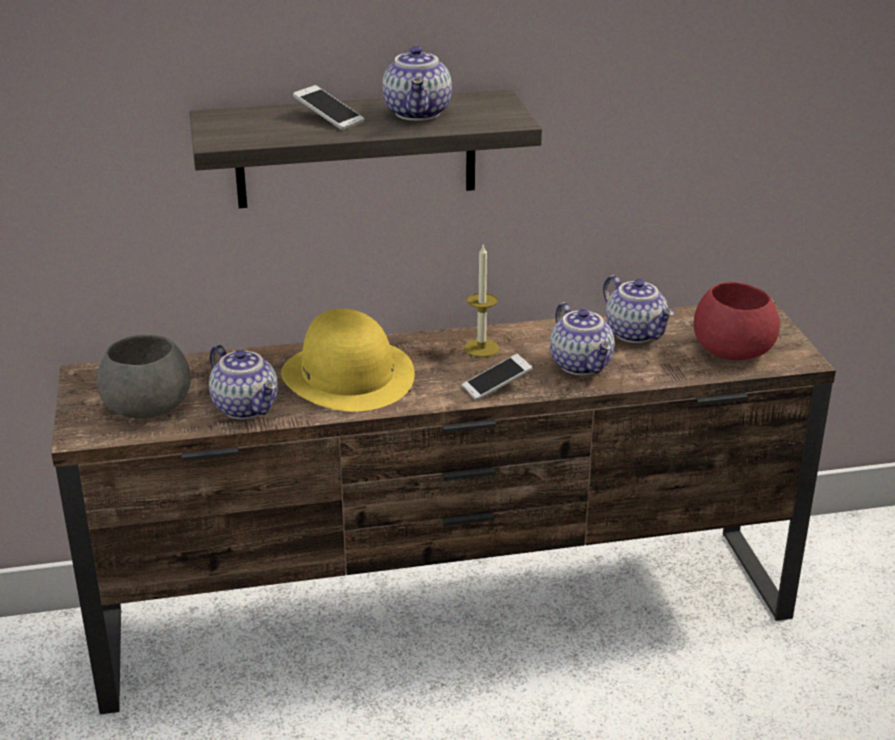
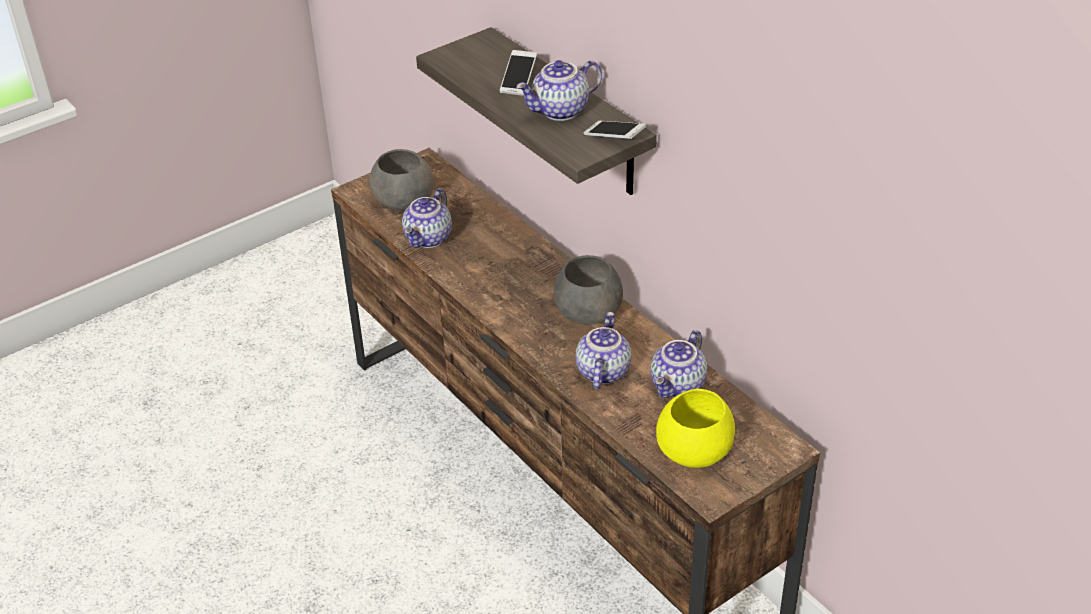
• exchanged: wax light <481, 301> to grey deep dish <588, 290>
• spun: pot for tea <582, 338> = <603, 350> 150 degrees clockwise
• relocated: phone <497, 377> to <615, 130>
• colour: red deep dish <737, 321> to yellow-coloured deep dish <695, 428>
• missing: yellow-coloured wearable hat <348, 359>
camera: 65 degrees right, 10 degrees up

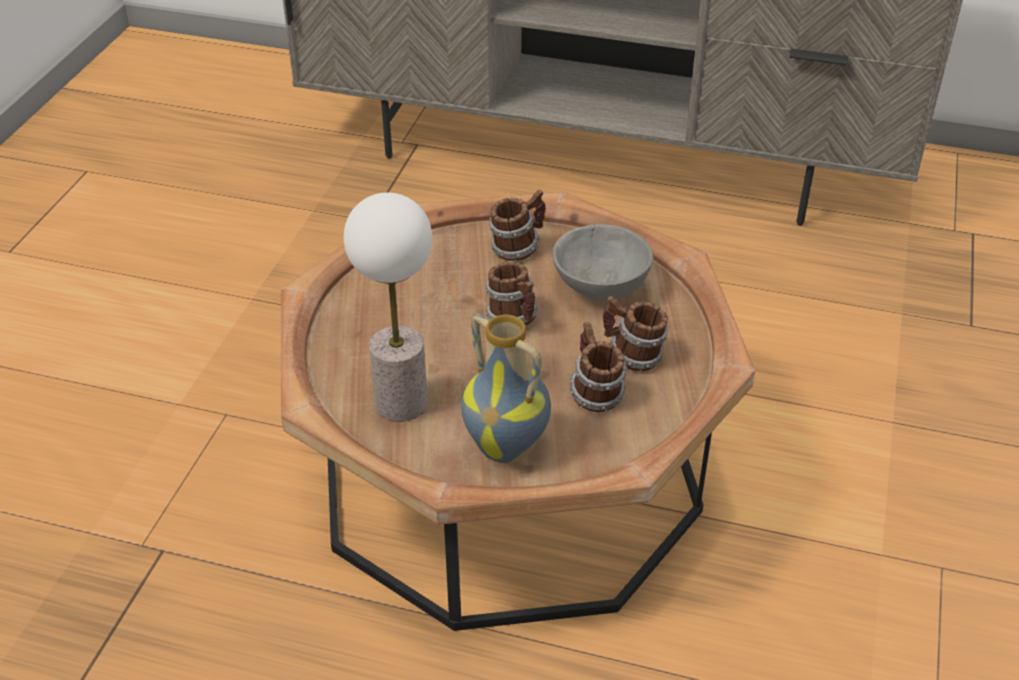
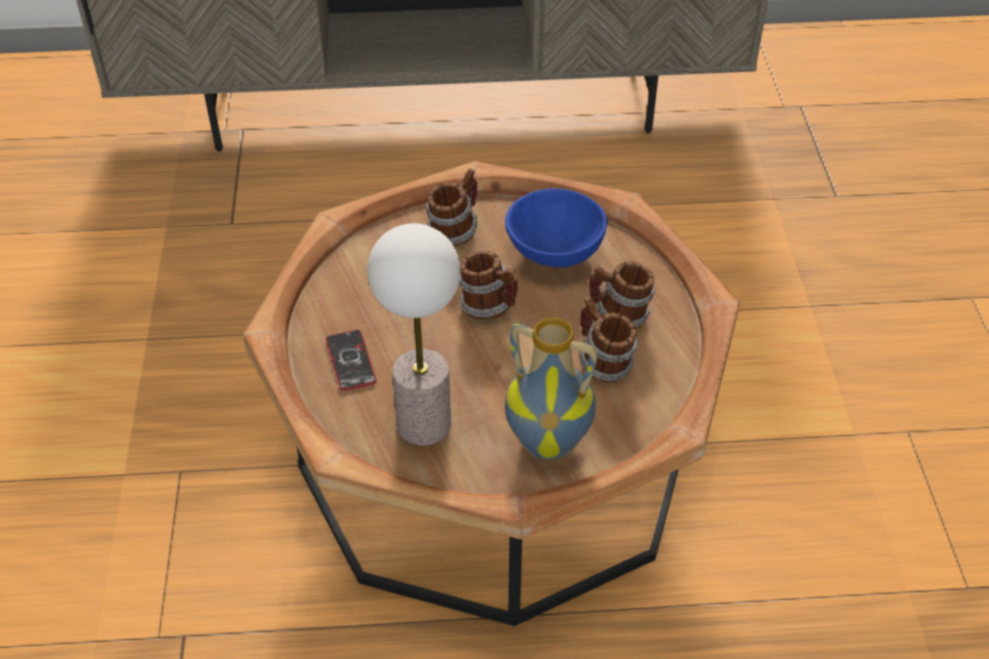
• appeared: phone <351, 360>
• colour: grey deep dish <603, 262> to blue deep dish <556, 228>
camera: 20 degrees left, 5 degrees up

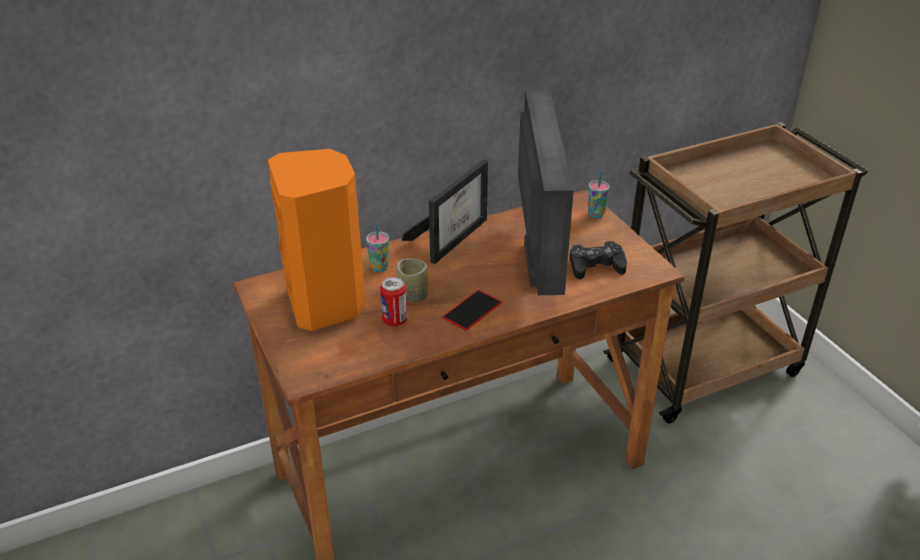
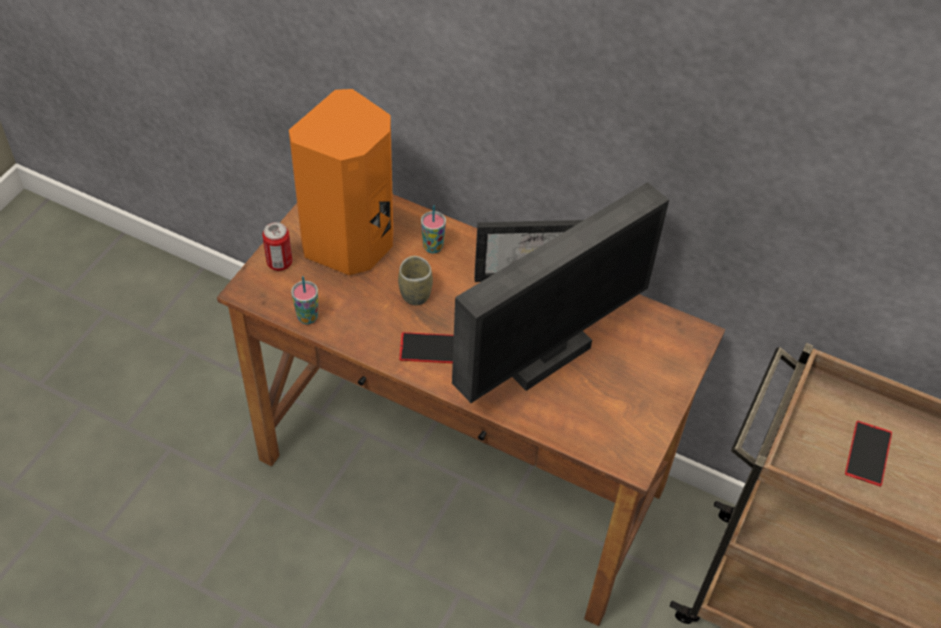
• relocated: metal can <393, 301> to <277, 246>
• relocated: drinking cup <599, 194> to <304, 300>
• appeared: phone <868, 454>
• missing: black-coloured gamepad <598, 260>
camera: 50 degrees right, 15 degrees up

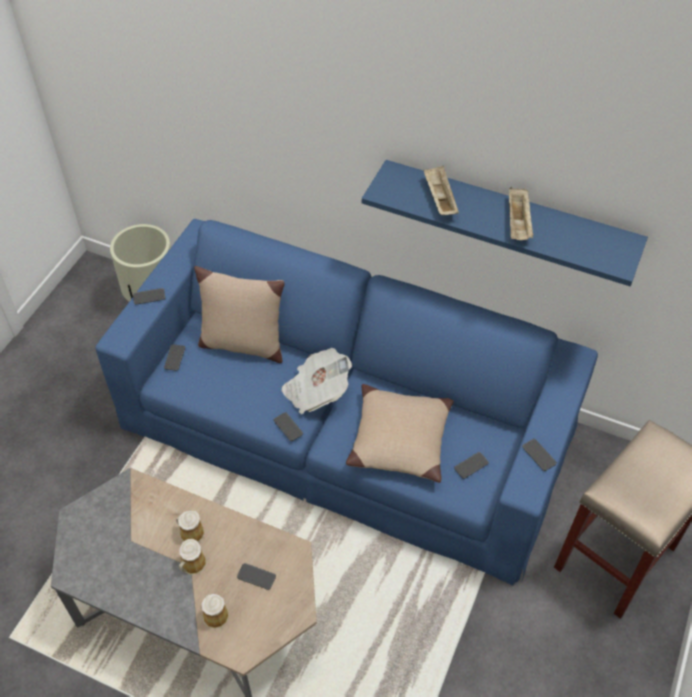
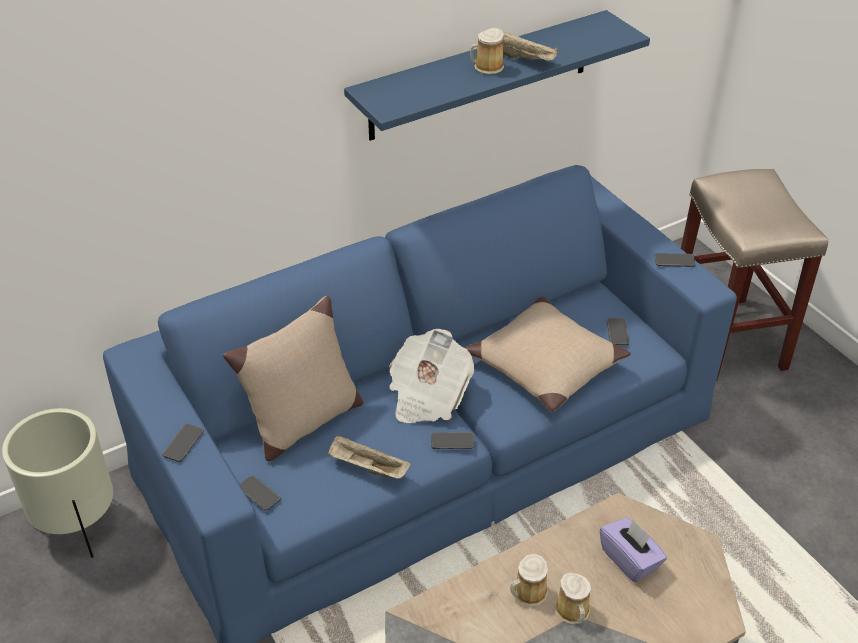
• relocated: beige serving tray <441, 190> to <369, 457>
• relocated: coffee mug <215, 611> to <487, 51>
• exchanged: phone <256, 576> to purple-coloured box of tissues <633, 550>
camera: 55 degrees left, 10 degrees down

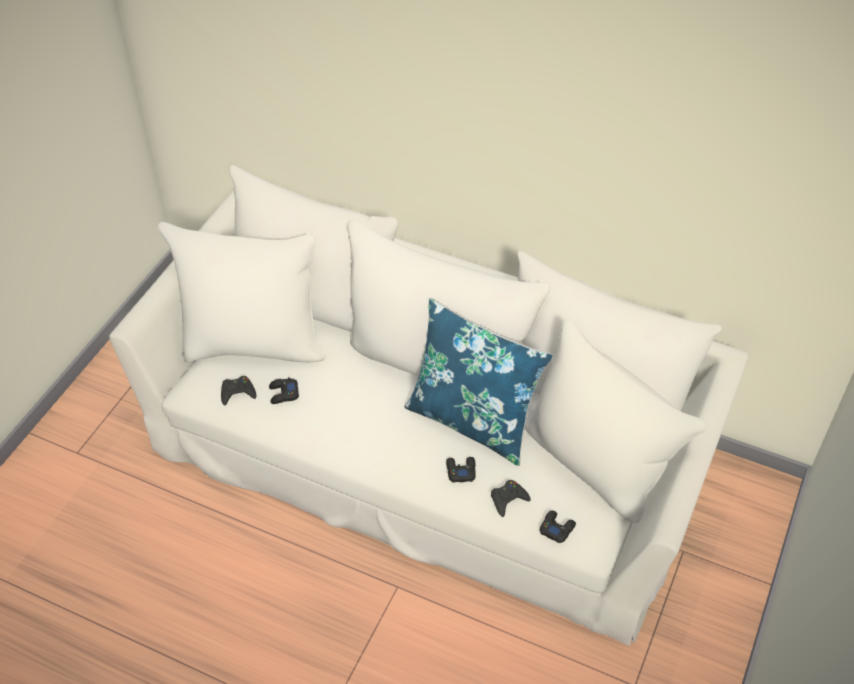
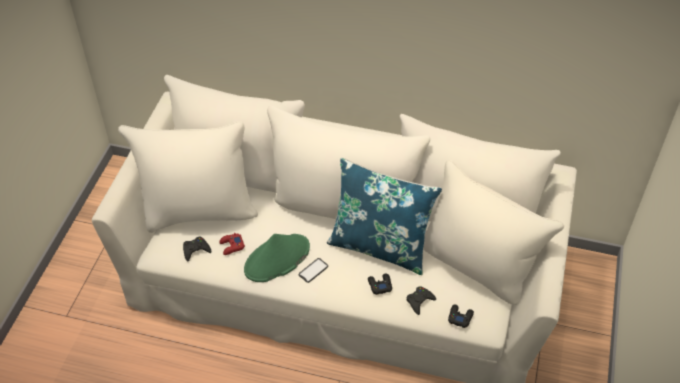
• colour: black-coloured gamepad <284, 390> to red gamepad <232, 244>
• appeared: green wearable hat <277, 258>
• appeared: phone <313, 270>
camera: 10 degrees left, 0 degrees up

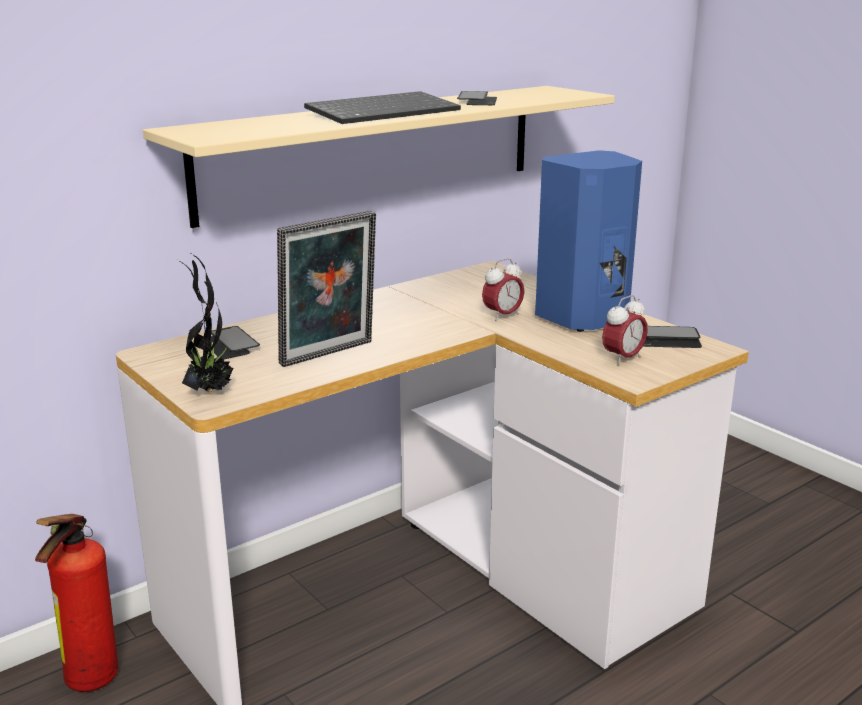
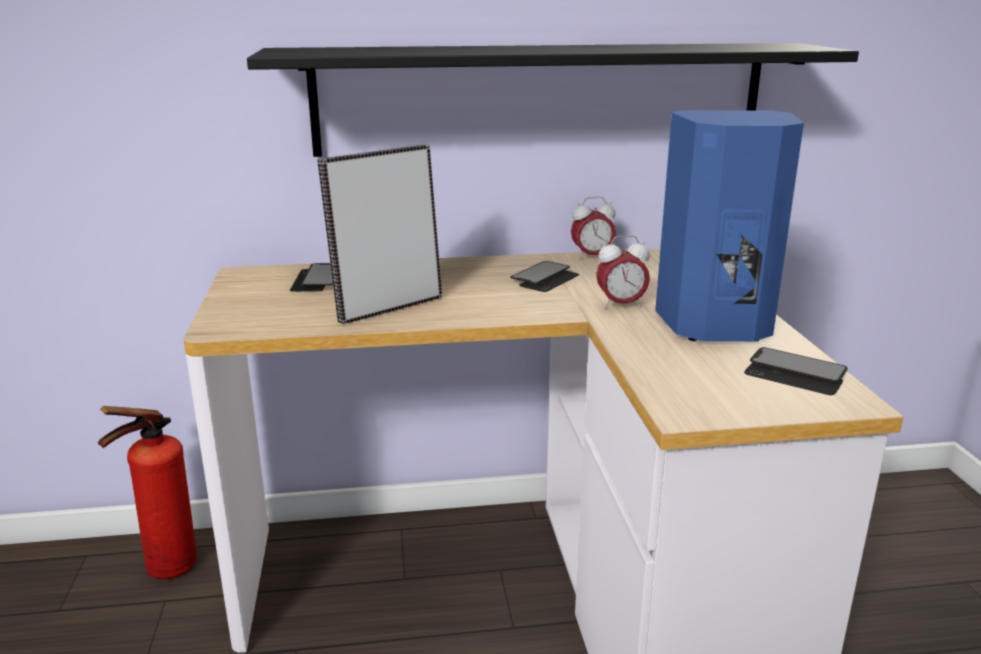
• colour: beige wall shelf <379, 157> to black-coloured wall shelf <553, 100>
• spun: standing frame <326, 289> = <379, 234> 150 degrees clockwise
• relocated: phone <477, 98> to <544, 276>
• relocated: alarm clock <625, 330> to <593, 228>
• missing: potted plant <205, 323>
• missing: PC keyboard <382, 107>
camera: 30 degrees right, 0 degrees up

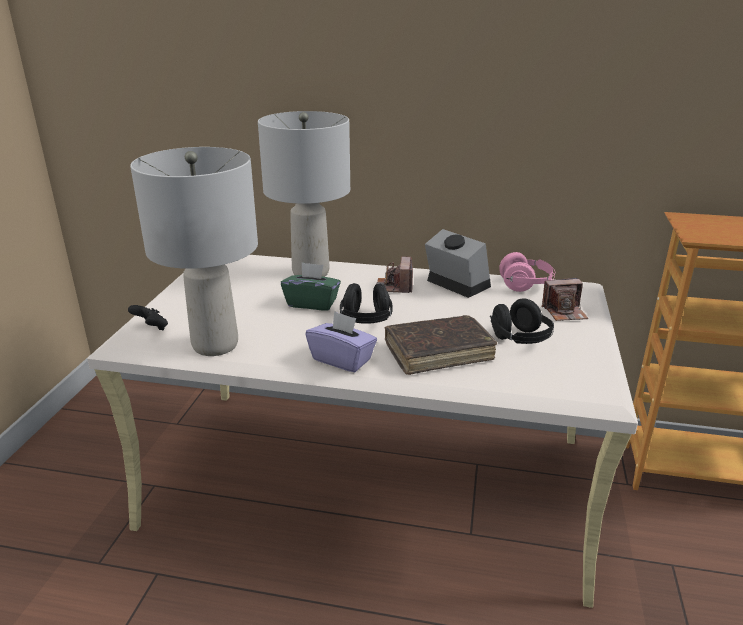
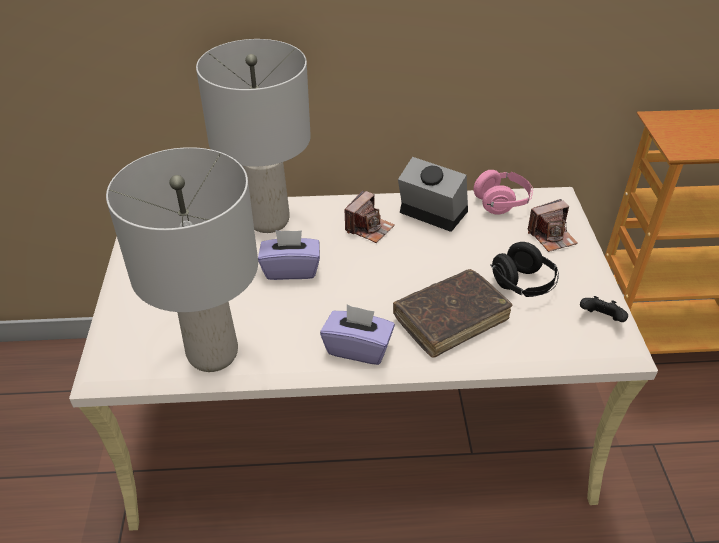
• colour: green box of tissues <311, 286> to purple-coloured box of tissues <289, 255>
• spun: still camera <394, 275> = <369, 217> 135 degrees counterclockwise
• relocated: black-coloured gamepad <148, 317> to <604, 309>
• missing: black-coloured headset <366, 303>
camera: 15 degrees left, 15 degrees up

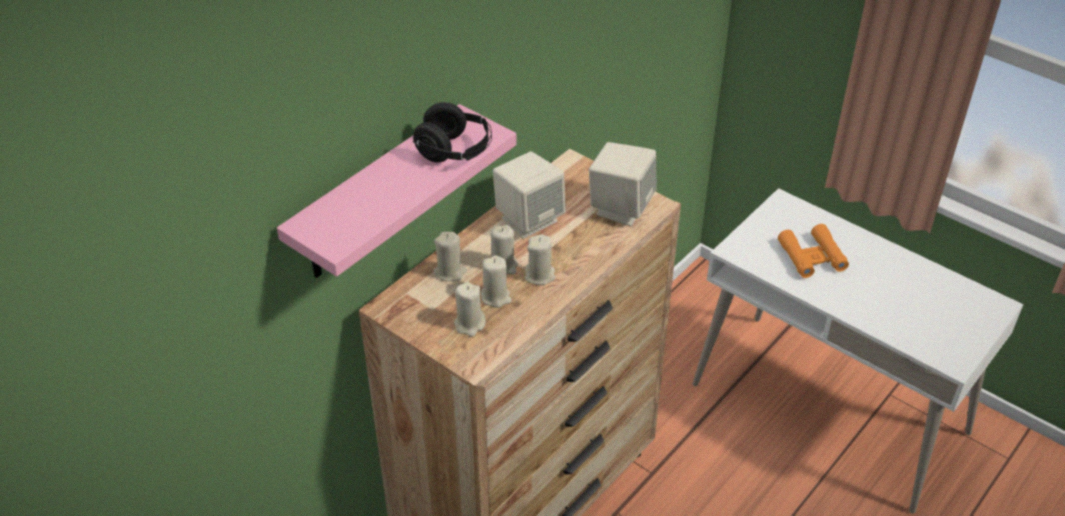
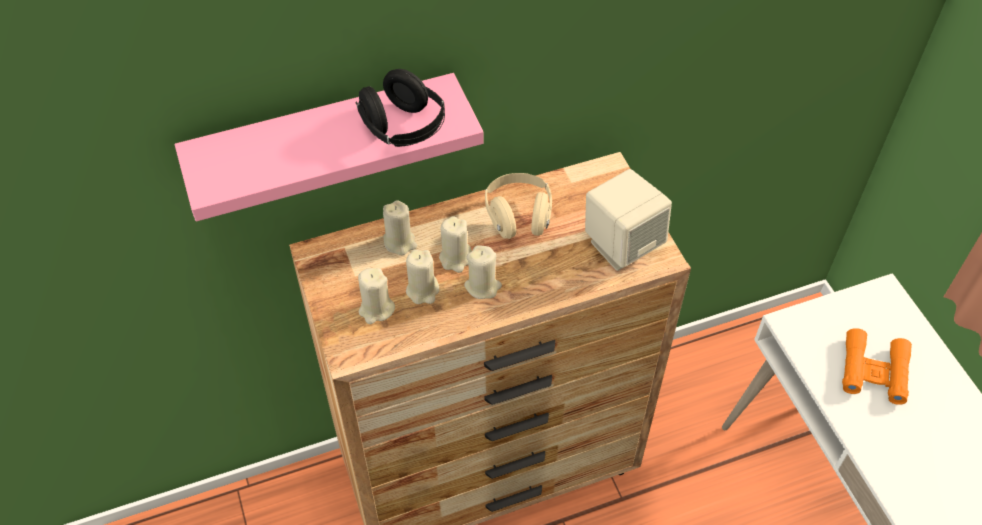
• exchanged: beige loudspeaker <529, 195> to beige headset <518, 206>
camera: 30 degrees right, 10 degrees up

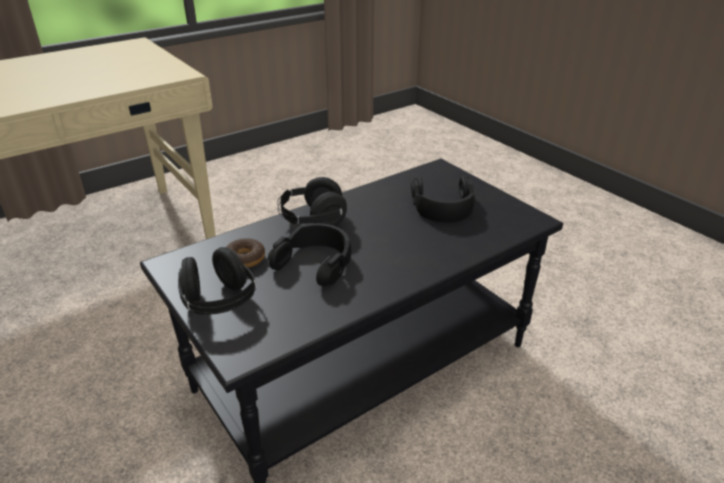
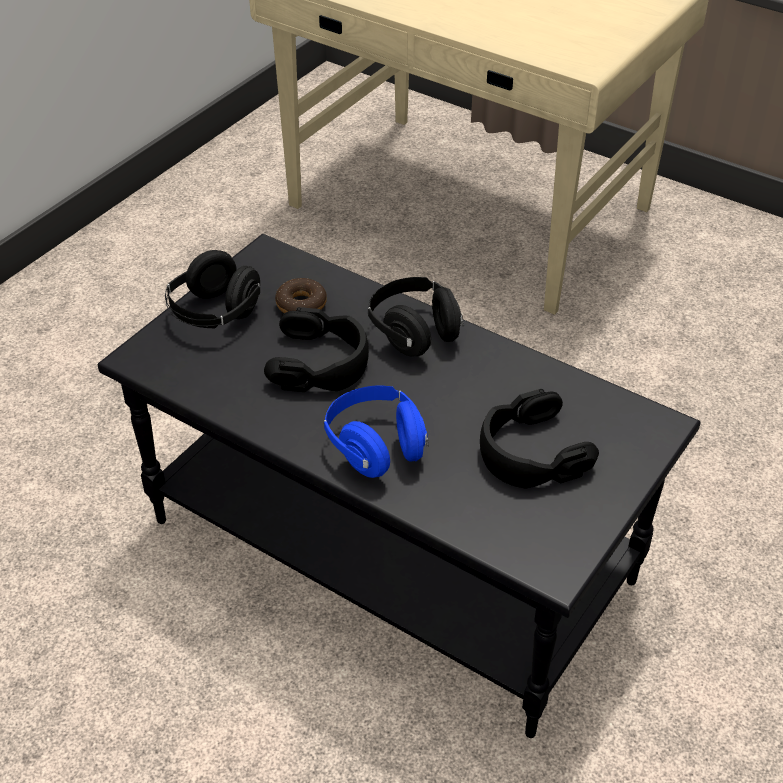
• appeared: blue headset <376, 431>
camera: 70 degrees right, 10 degrees up

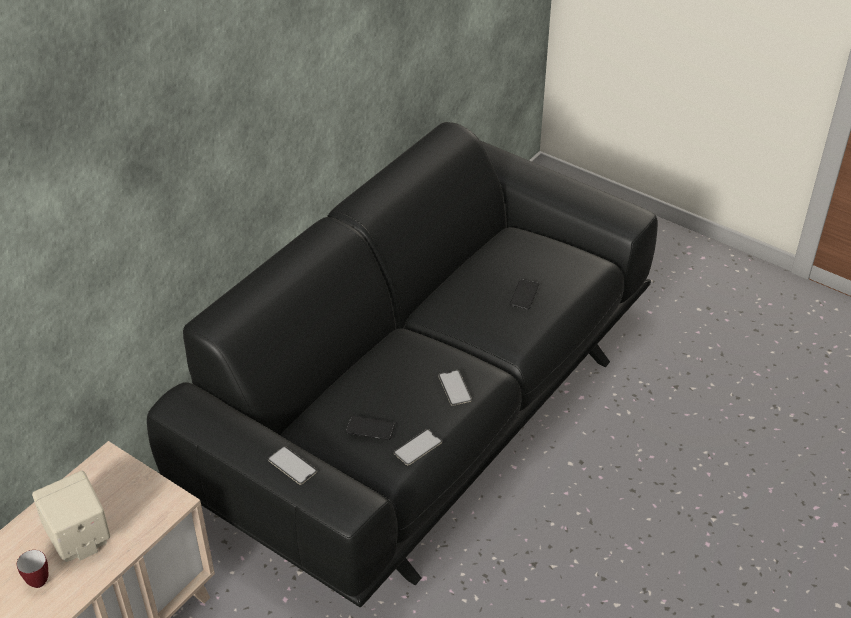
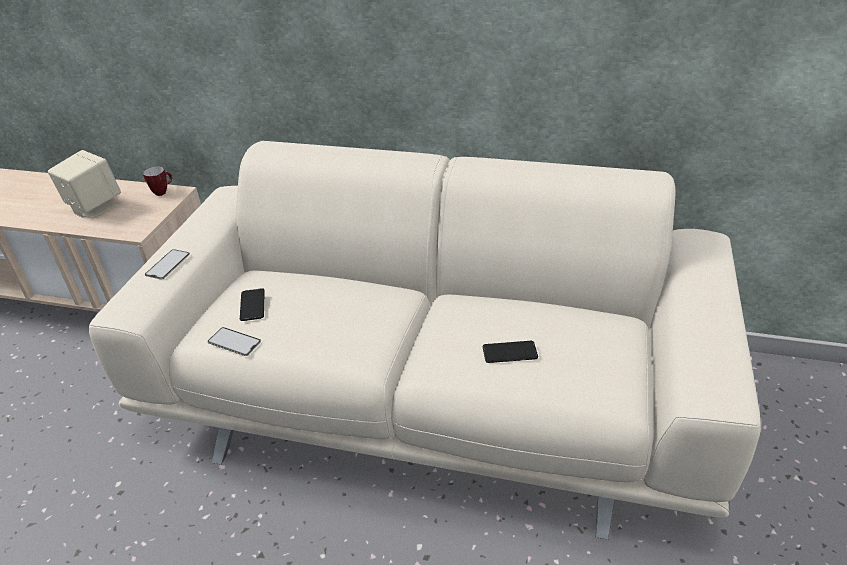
• colour: black-coloured settee <402, 364> to beige settee <425, 340>
• relocated: coffee mug <32, 569> to <157, 181>
• missing: phone <455, 388>
camera: 70 degrees right, 5 degrees down

